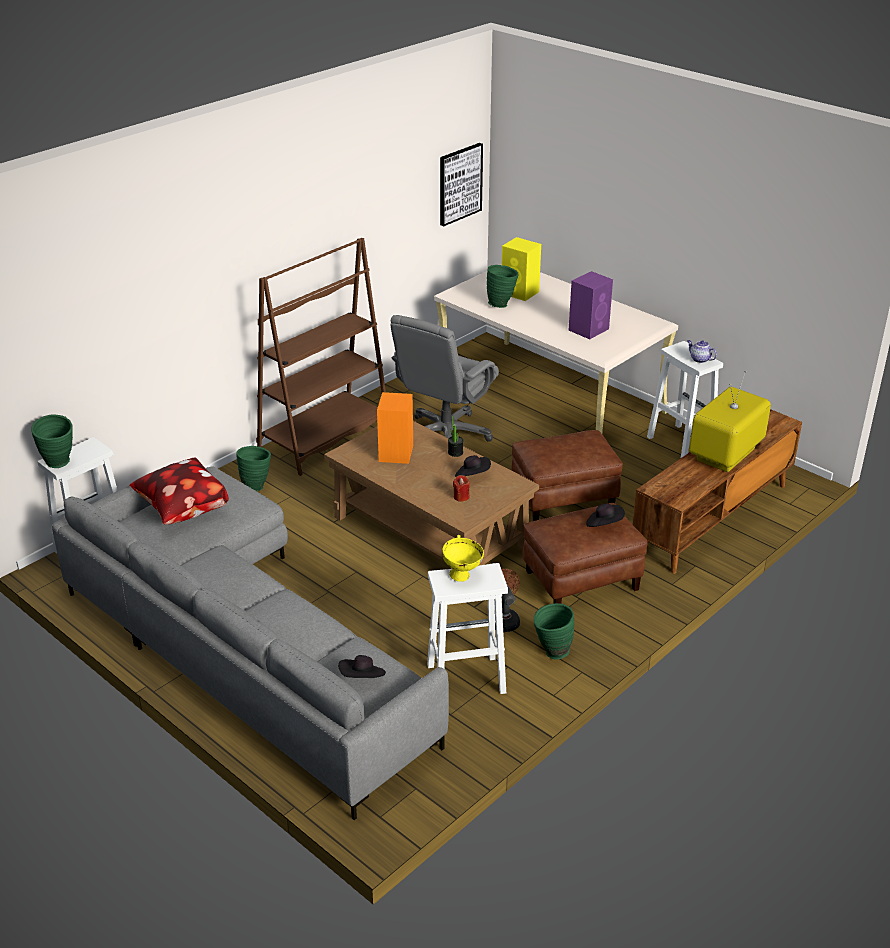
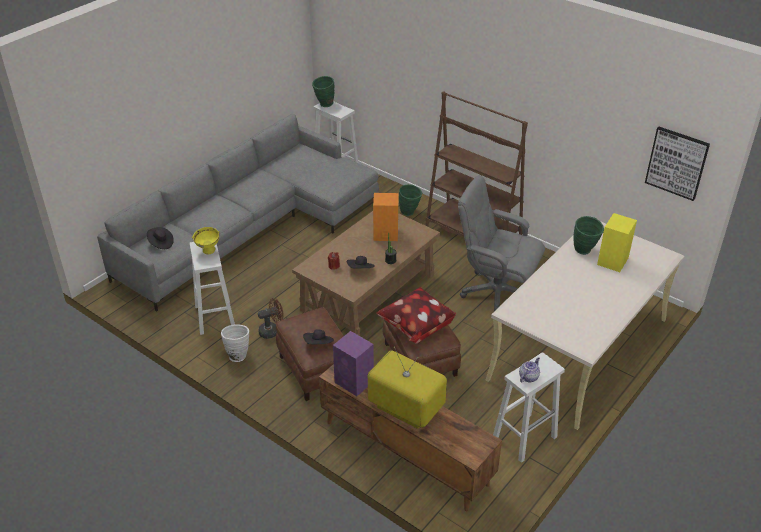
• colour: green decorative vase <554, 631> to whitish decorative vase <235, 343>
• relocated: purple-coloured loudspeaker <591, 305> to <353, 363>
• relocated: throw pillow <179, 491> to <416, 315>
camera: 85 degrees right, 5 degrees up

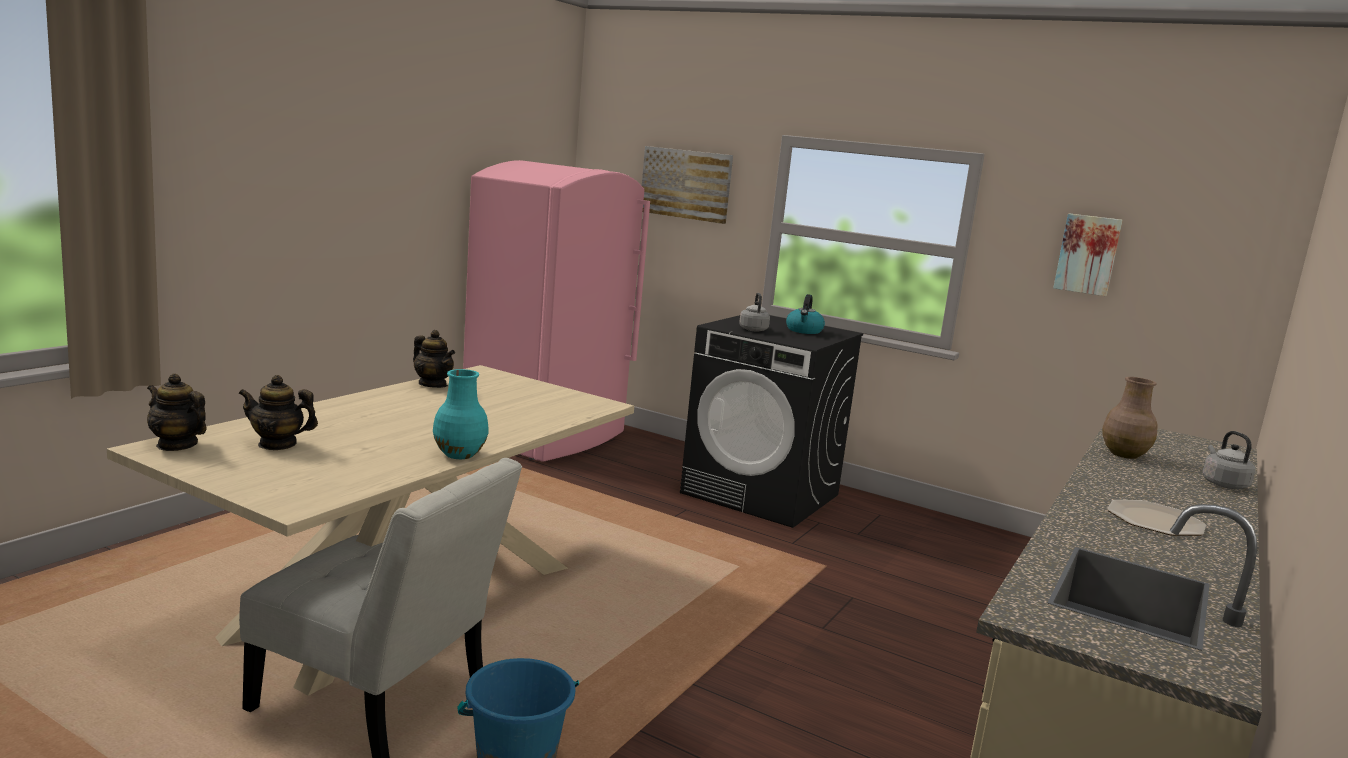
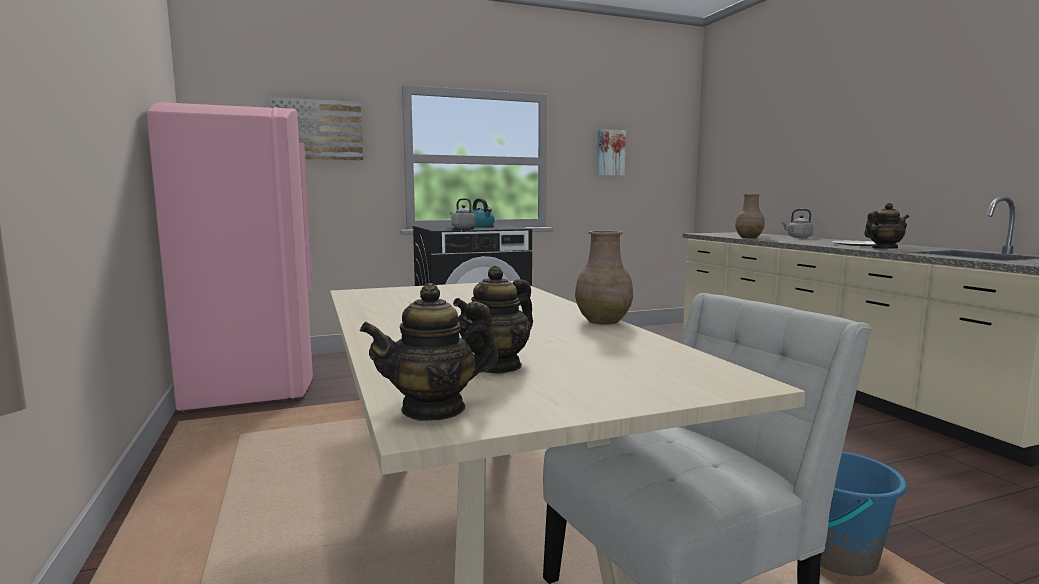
• colour: turquoise-coloured decorative vase <461, 414> to brownish decorative vase <604, 278>
• relocated: pot for tea <434, 359> to <886, 226>
camera: 50 degrees left, 5 degrees down

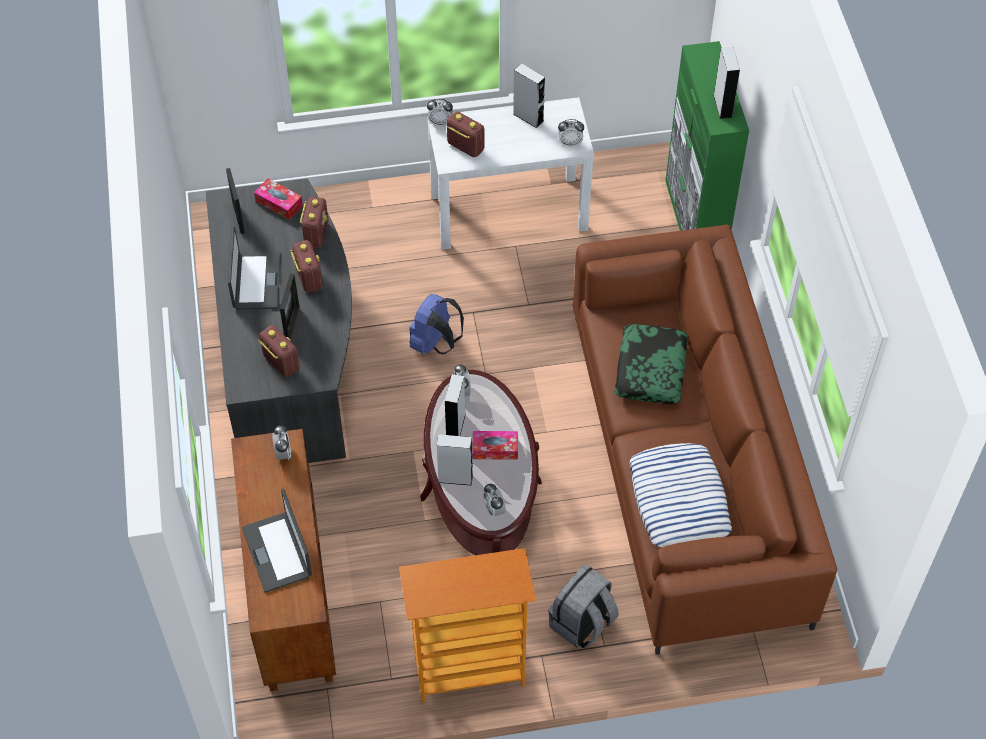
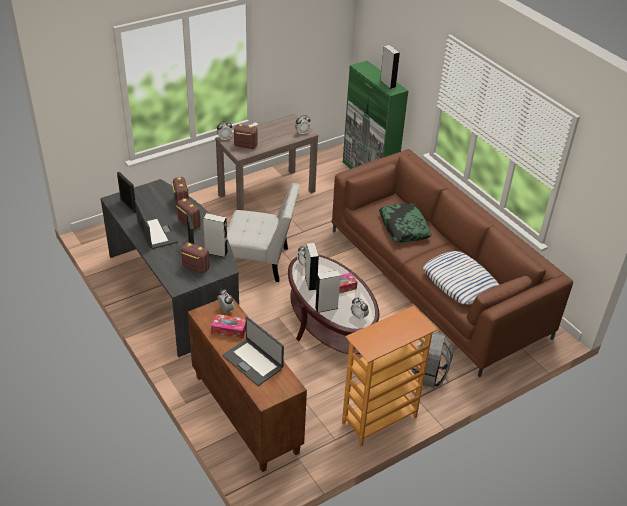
• relocated: grey loudspeaker <529, 95> to <215, 235>
• relocated: box of tissues <278, 199> to <228, 326>
• colour: whitish hall table <510, 173> to brownish hall table <267, 162>
• exchanged: blue rucksack <436, 324> to whitish chair <263, 232>
camera: 25 degrees left, 15 degrees down

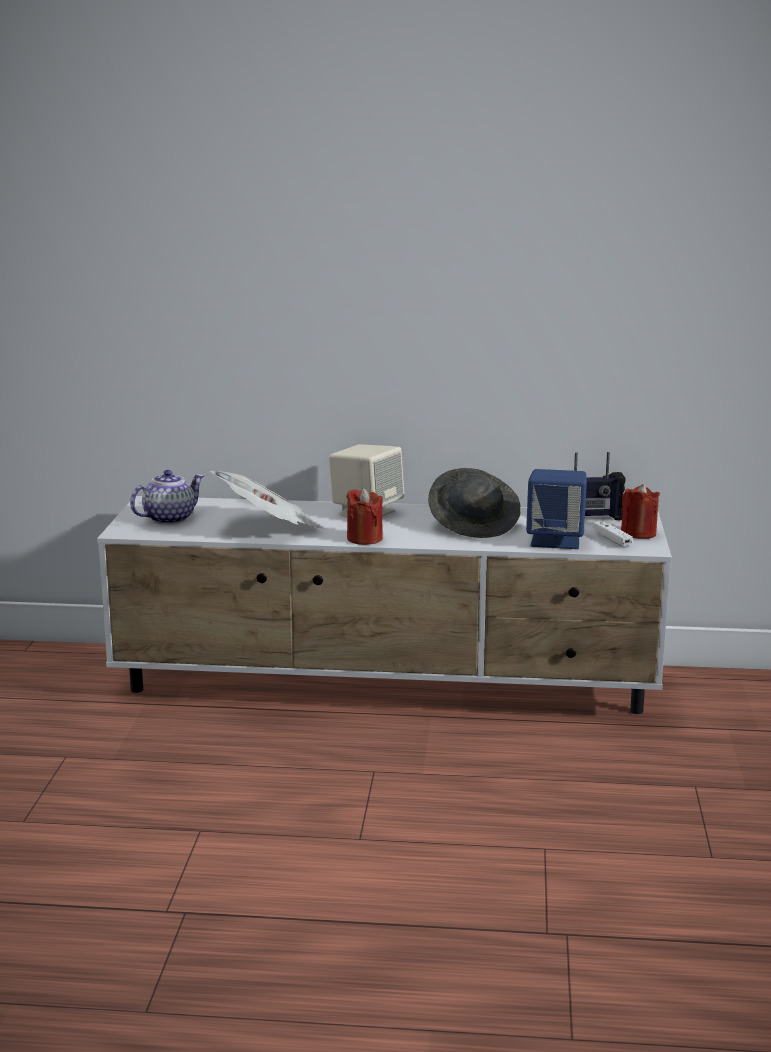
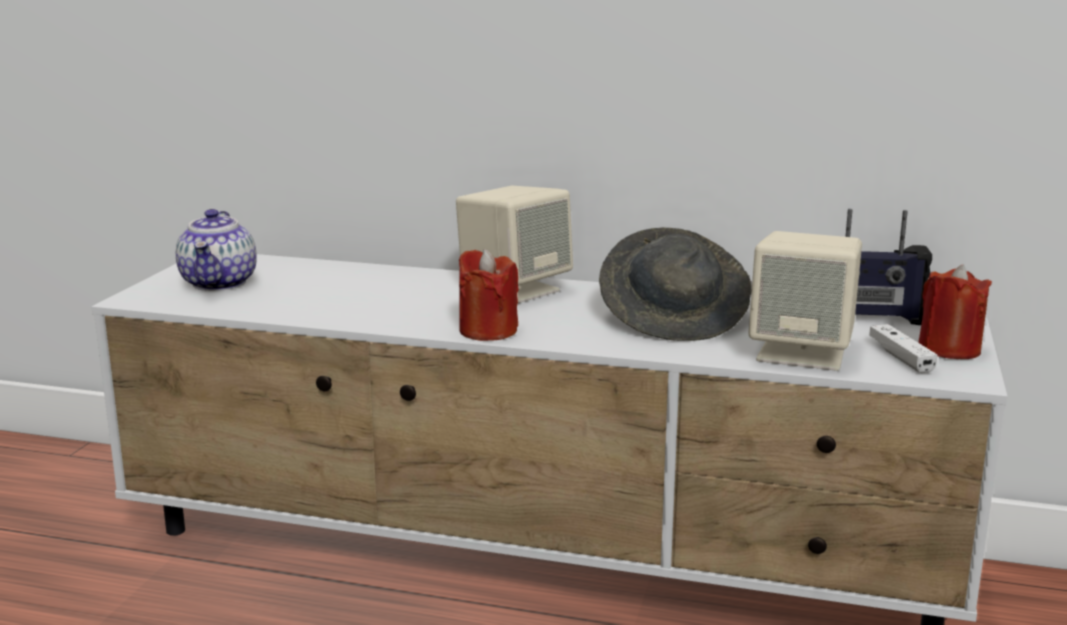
• spun: pot for tea <167, 497> = <216, 250> 120 degrees clockwise
• colour: blue loudspeaker <556, 509> to beige loudspeaker <805, 301>
• missing: printed paper <268, 500>
camera: 10 degrees right, 0 degrees up

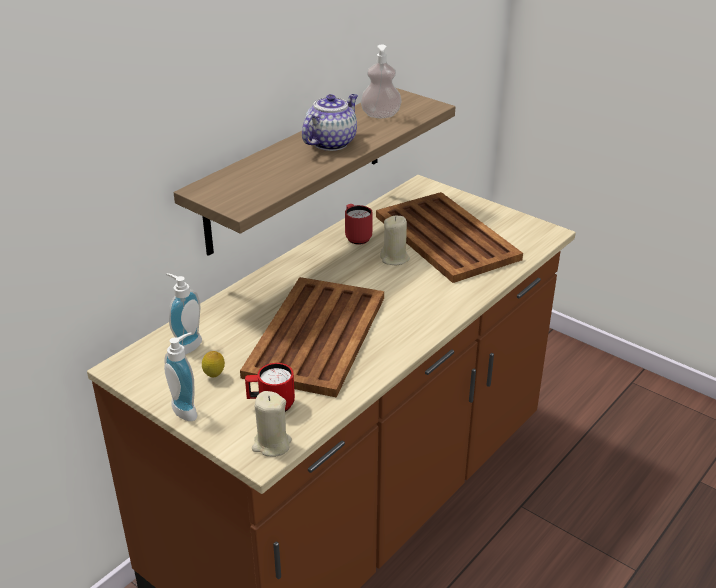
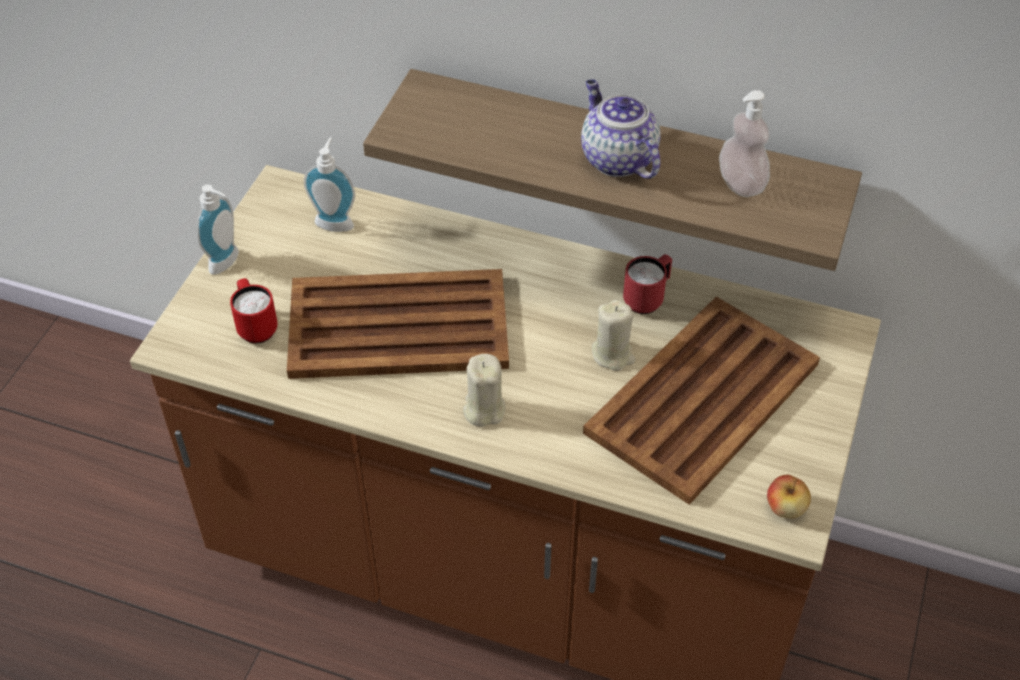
• relocated: beige wax light <272, 424> to <484, 390>
• spun: pot for tea <330, 122> = <621, 129> 135 degrees counterclockwise
• appeared: whole apple <789, 497>
• missing: citrus fruit <213, 364>
camera: 70 degrees right, 15 degrees up

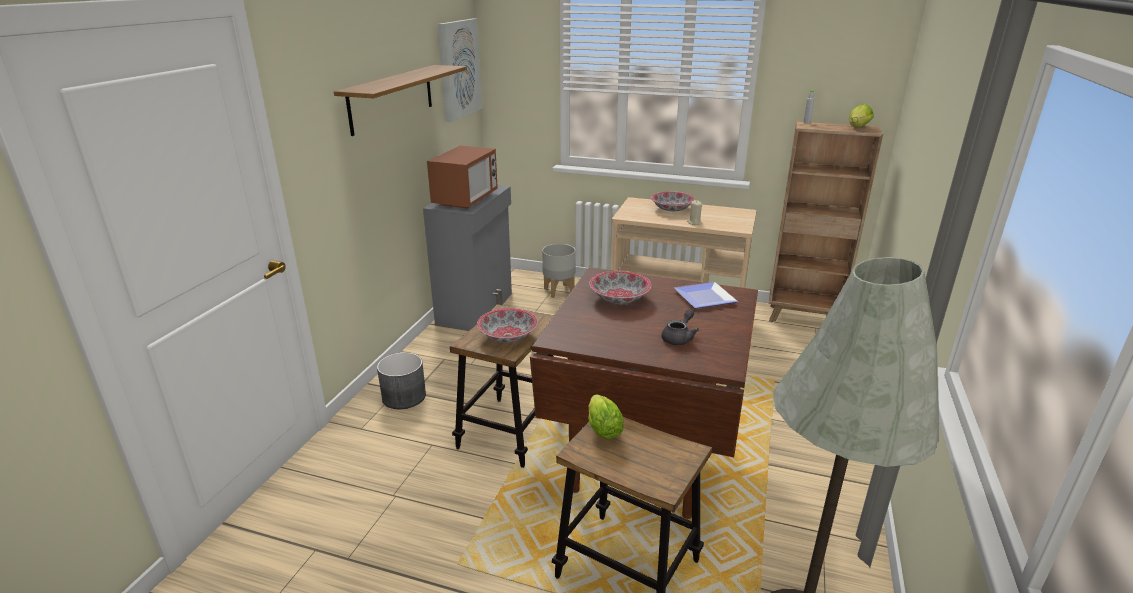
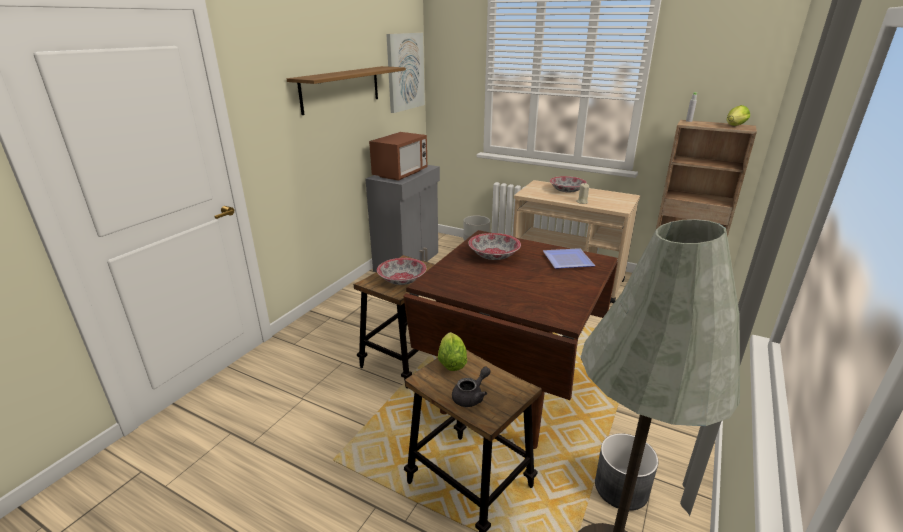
• relocated: grey pot for tea <680, 327> to <471, 387>
• relocated: grey planter <401, 380> to <626, 472>
camera: 10 degrees right, 0 degrees up

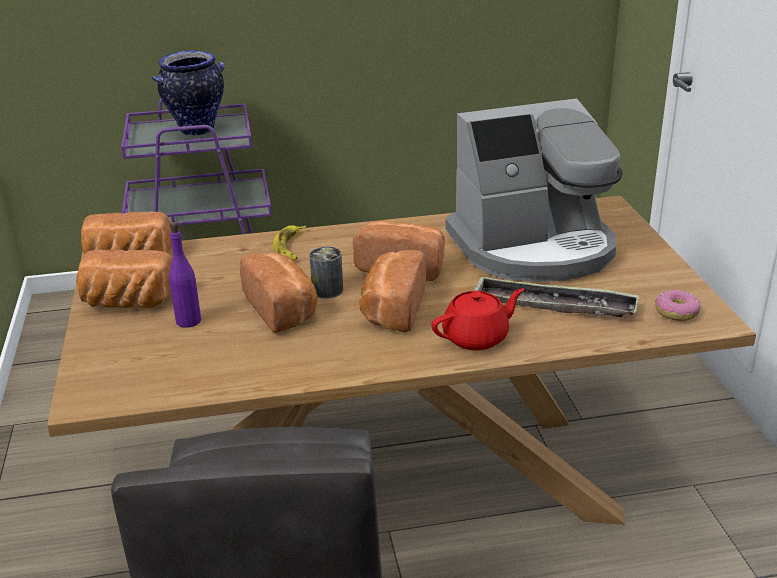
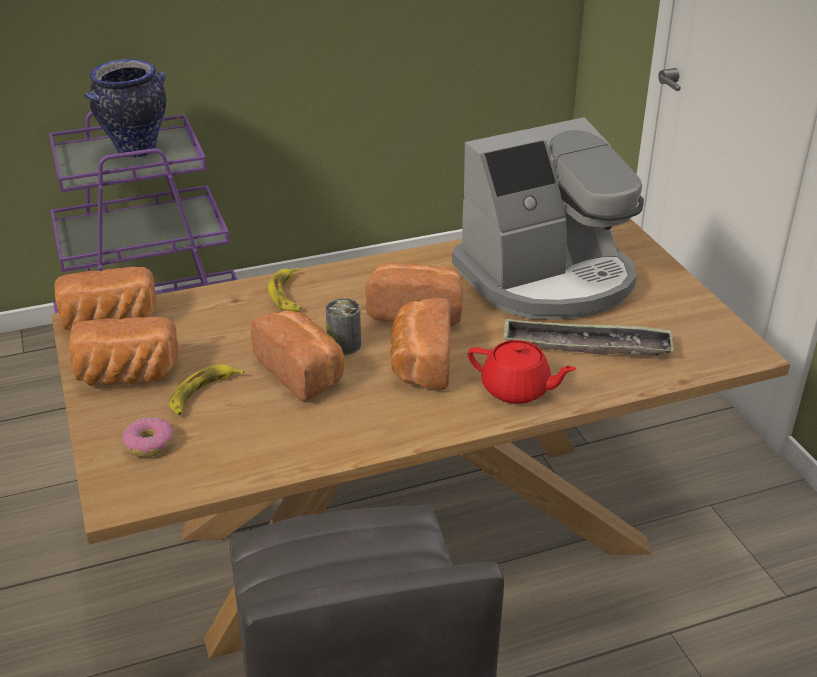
• relocated: doughnut <678, 305> to <148, 437>
• exchanged: purple-coloured bottle <185, 275> to whole banana <206, 390>
• spun: red pot for tea <477, 319> = <522, 372> 60 degrees clockwise
camera: 10 degrees left, 5 degrees up

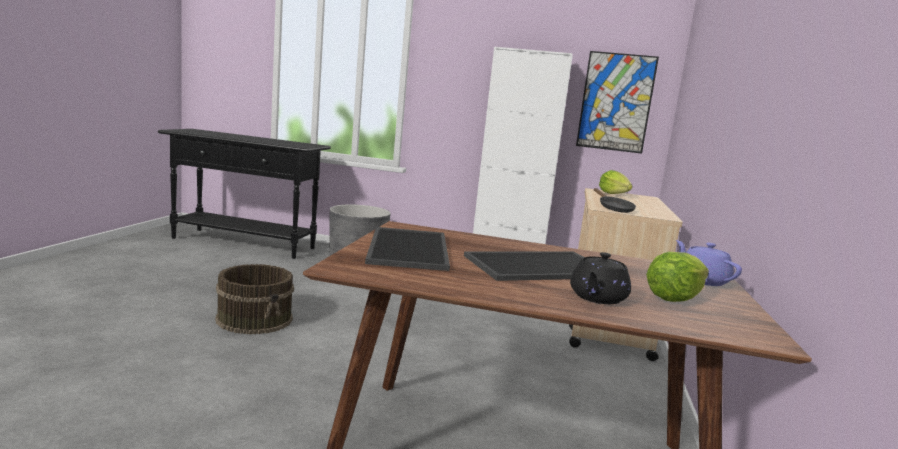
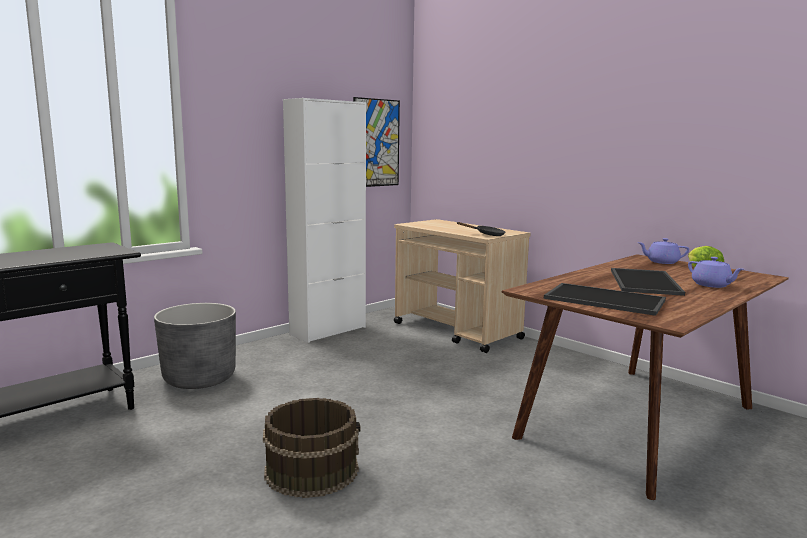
• colour: black-coloured pot for tea <600, 278> to purple-coloured pot for tea <716, 272>
• missing: lettuce head <615, 182>
camera: 55 degrees left, 0 degrees up

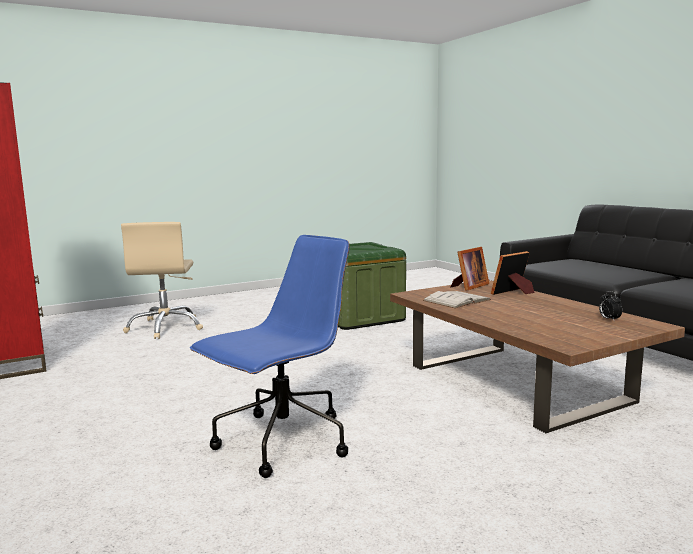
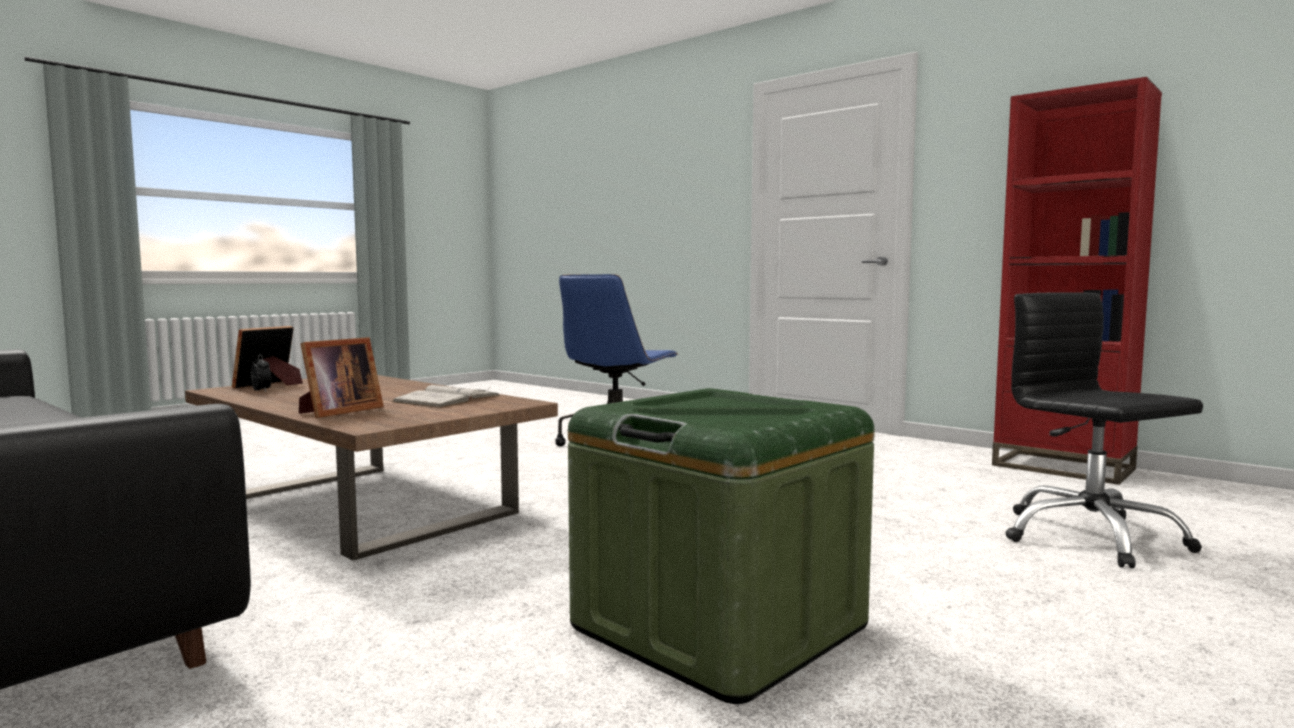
• relocated: standing frame <470, 269> to <267, 357>
• colour: beige computer chair <162, 280> to black-coloured computer chair <1104, 430>
camera: 160 degrees right, 5 degrees down

